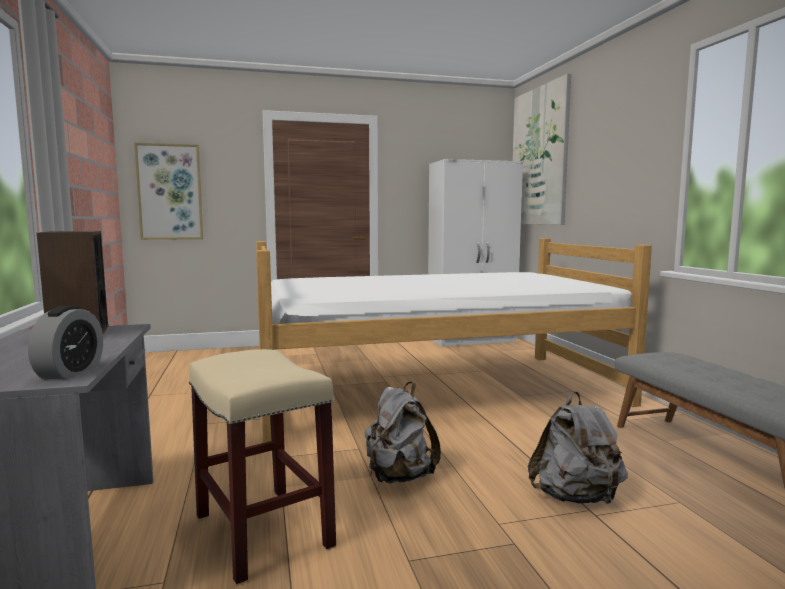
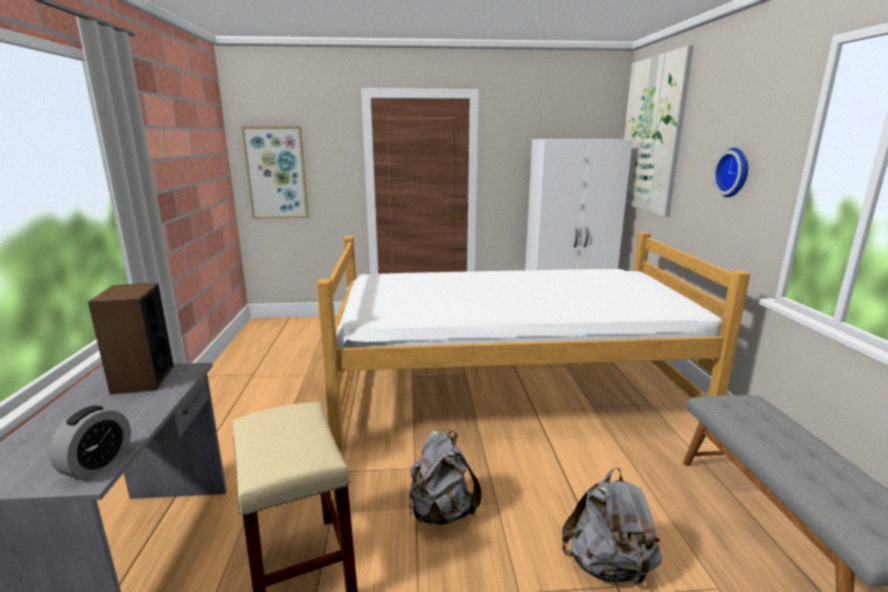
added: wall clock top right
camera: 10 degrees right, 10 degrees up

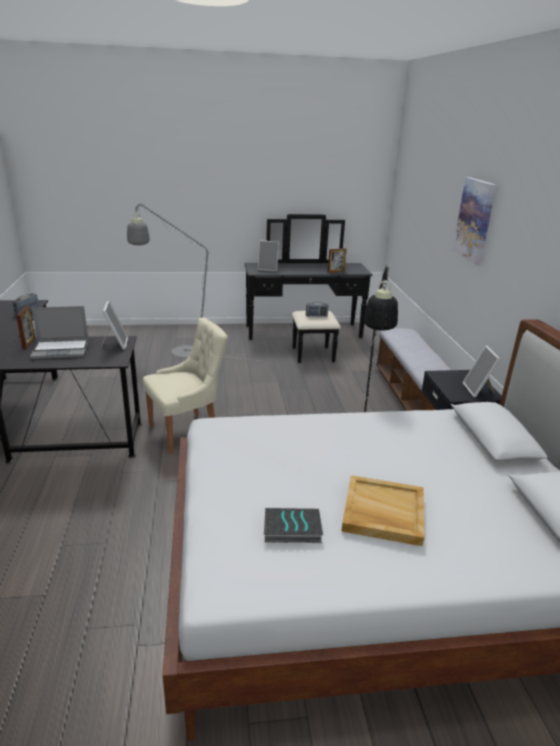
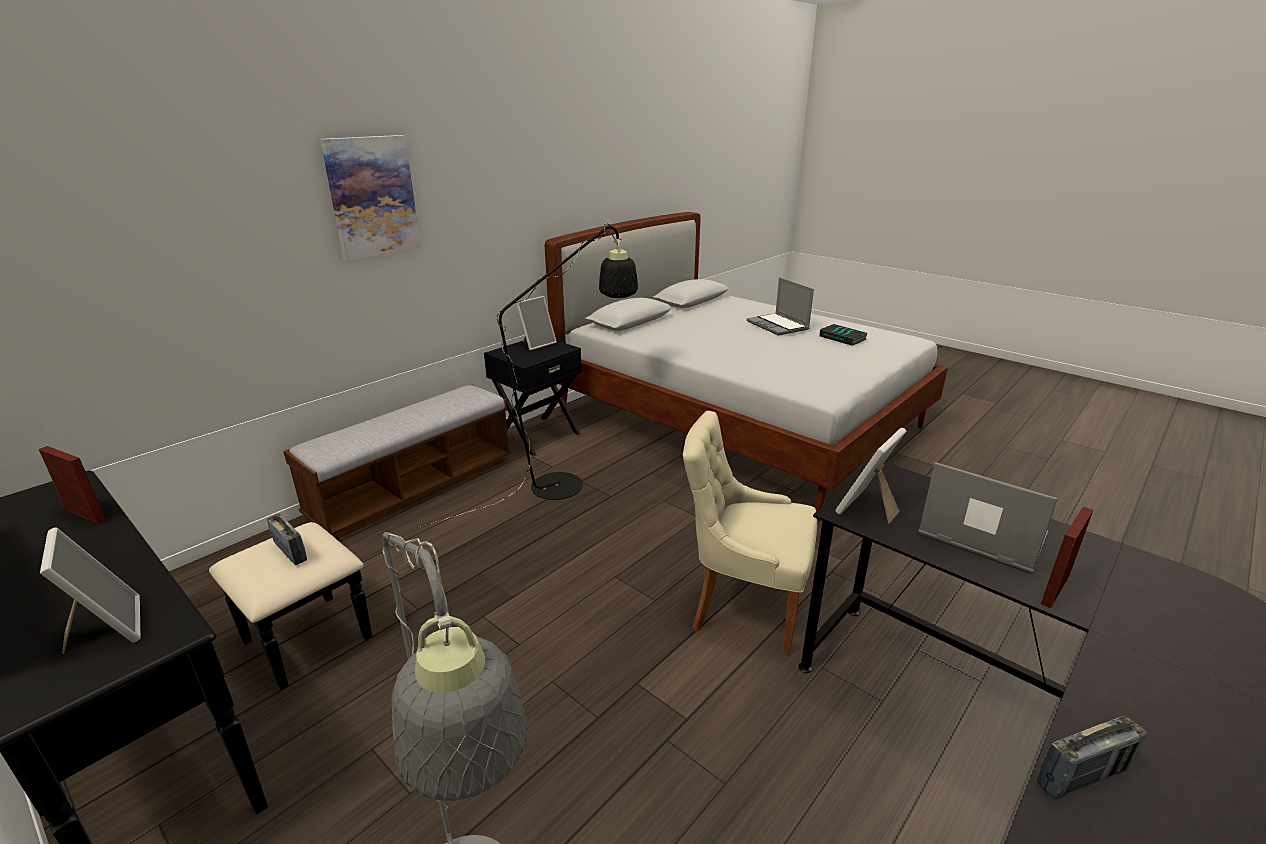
replaced: beige tray bottom right to laptop (1st from left) centre
camera: 130 degrees left, 0 degrees up

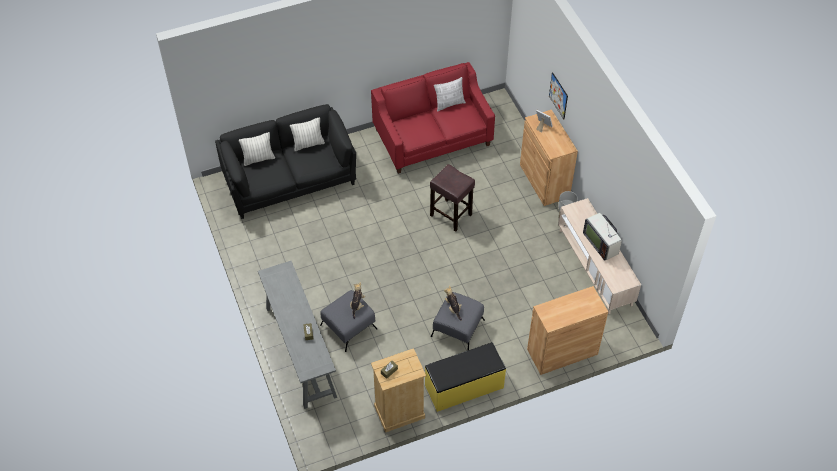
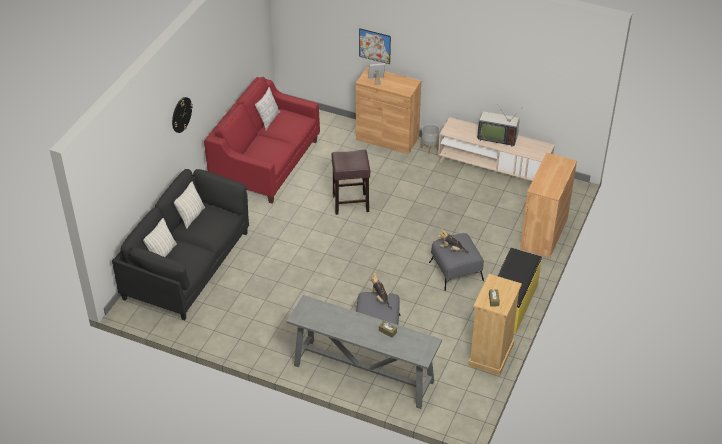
added: wall clock top left
camera: 45 degrees left, 10 degrees down

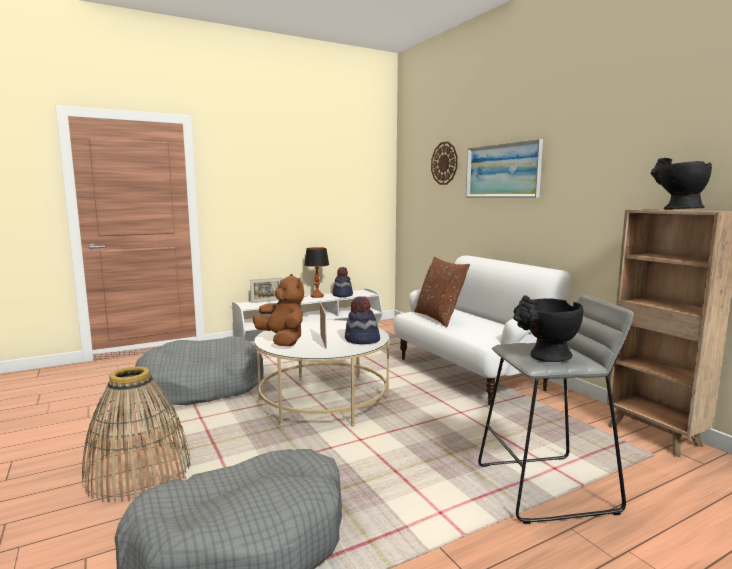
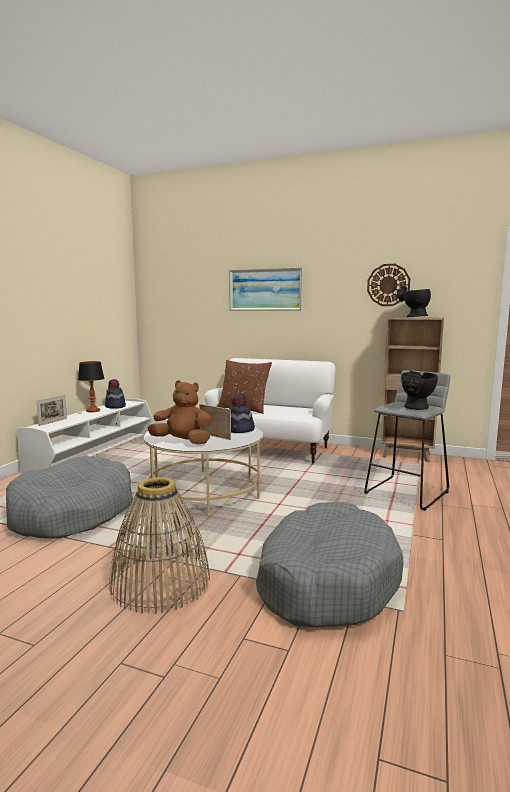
moved: wall clock top centre to middle right
camera: 40 degrees left, 0 degrees up

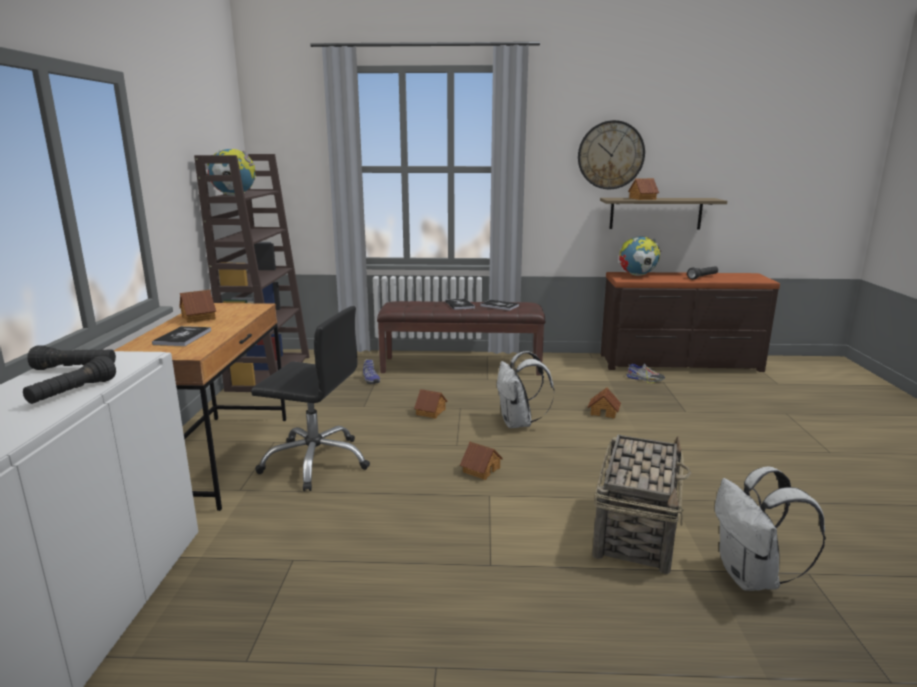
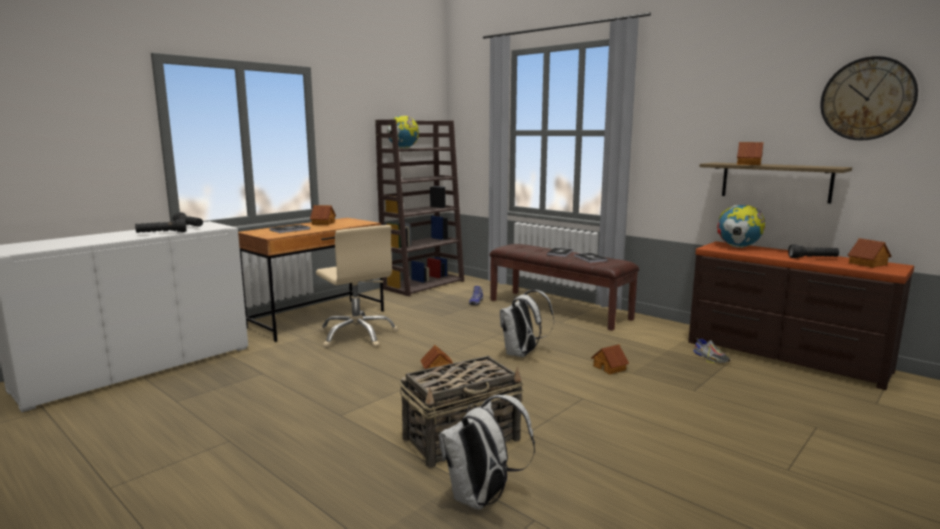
moved: toy house (2nd from left in the first image) centre to toy house (5th from left) middle right; wall clock top centre to top right
recoloured: black office chair centre to beige office chair centre
camera: 40 degrees right, 5 degrees down

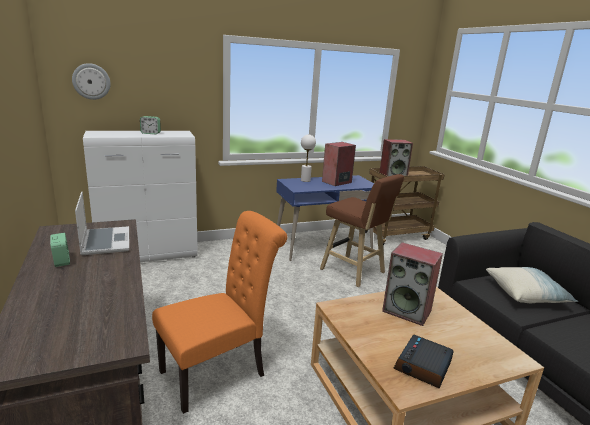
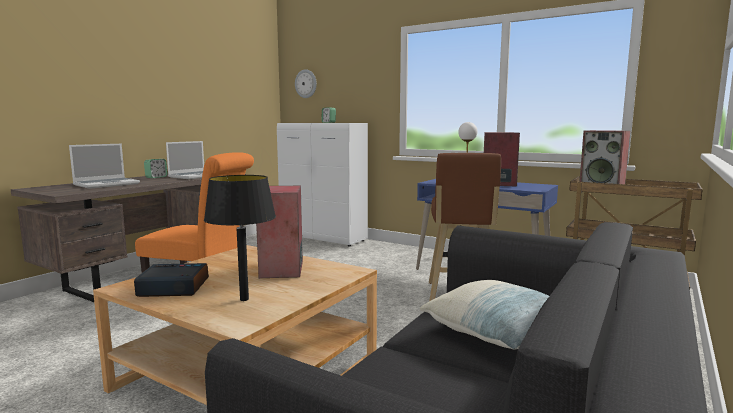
added: laptop (1st from left) middle left; black table lamp middle left
camera: 55 degrees right, 10 degrees down

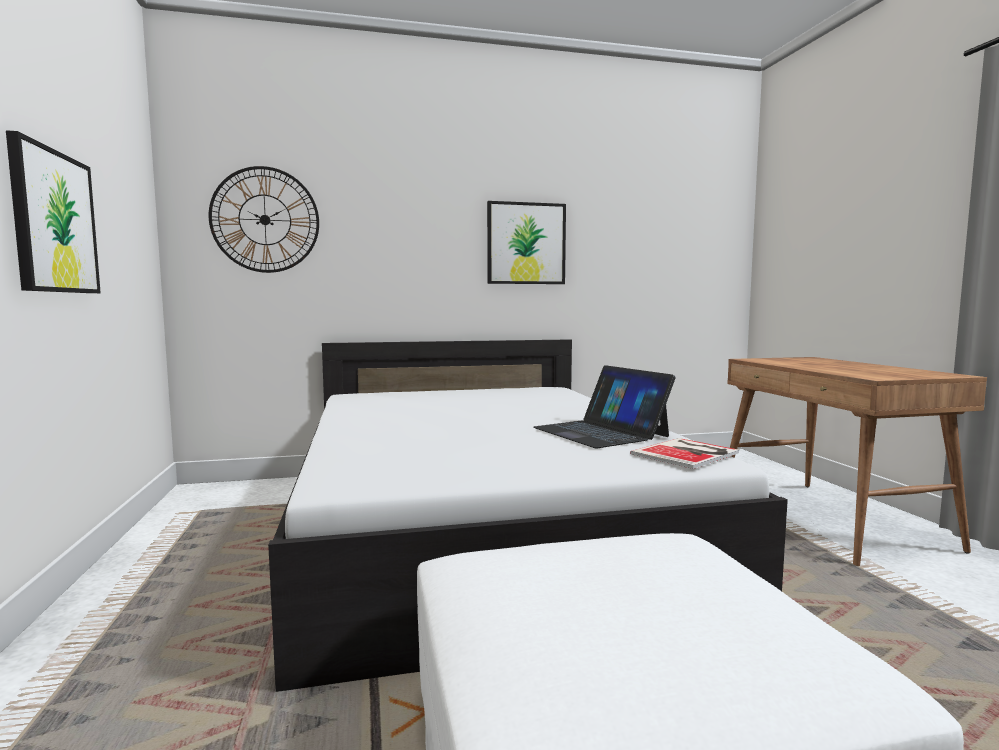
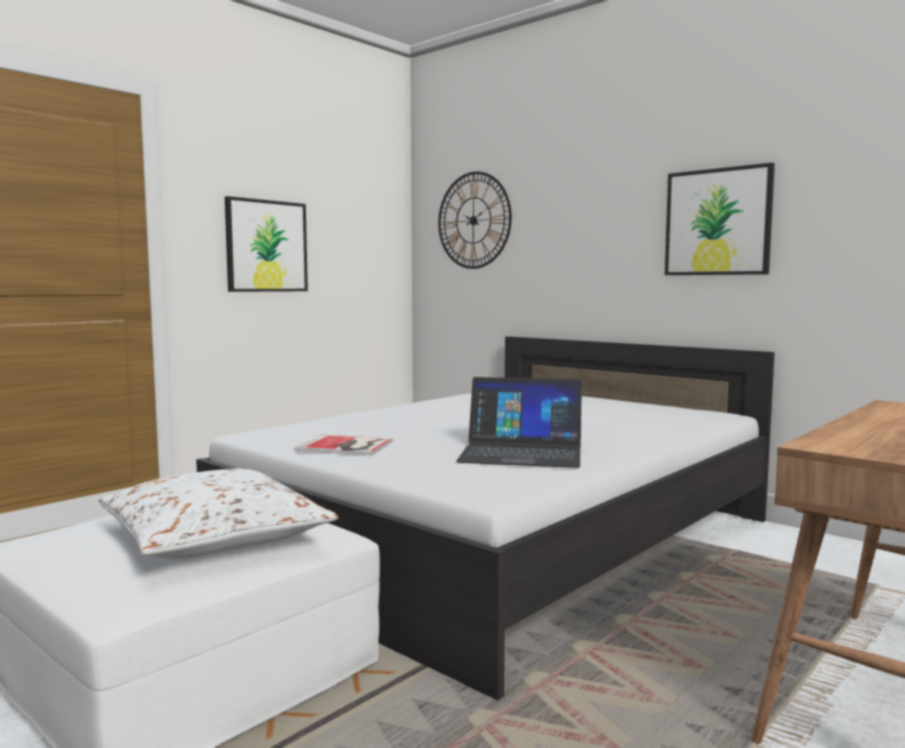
added: white pillow bottom left
moved: book middle right to centre
turned: laptop centre = centre 105 degrees counterclockwise
camera: 55 degrees right, 0 degrees up

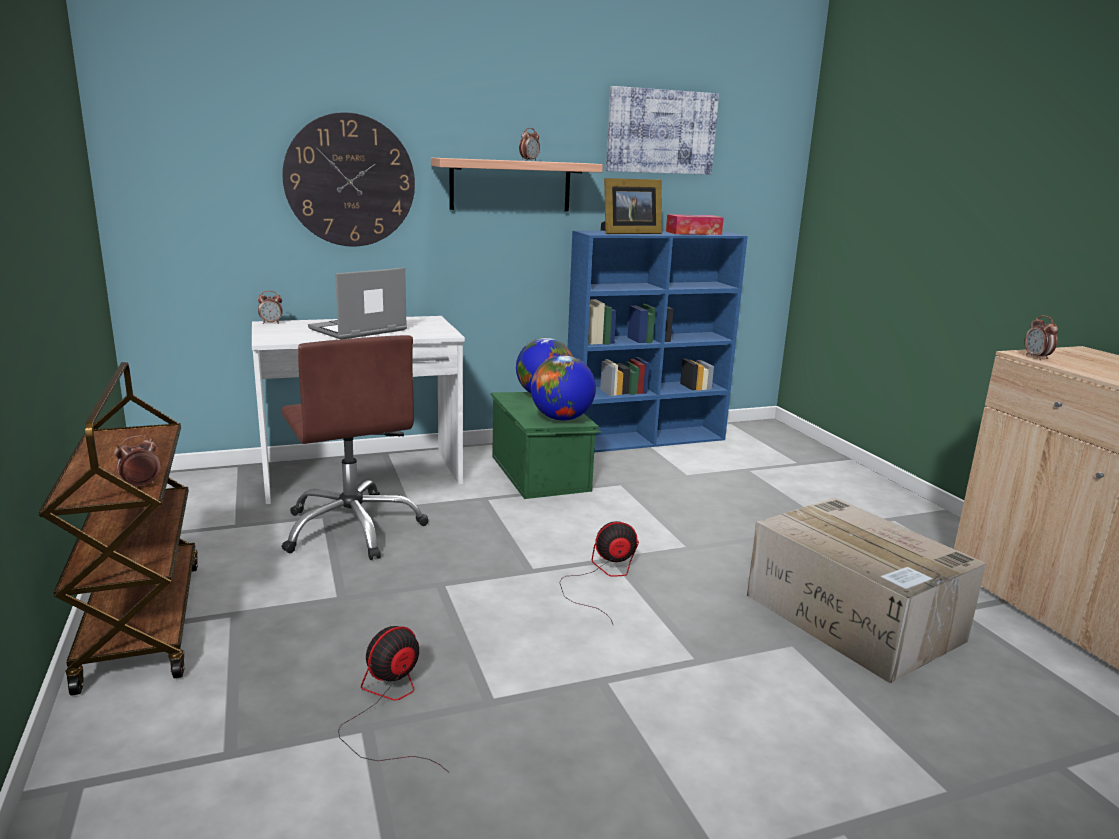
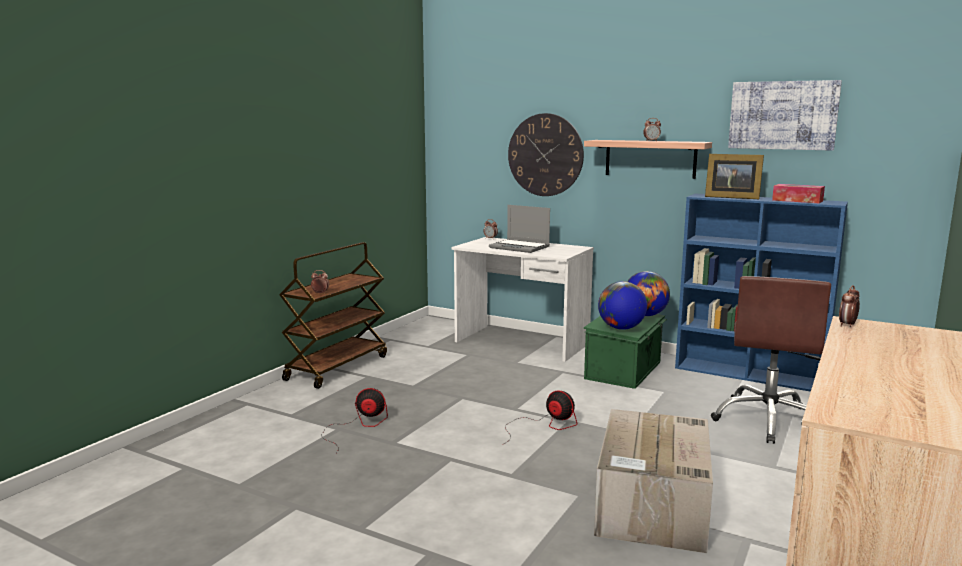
moved: brown office chair middle left to middle right
turned: laptop middle left = centre 150 degrees counterclockwise
camera: 50 degrees right, 5 degrees down

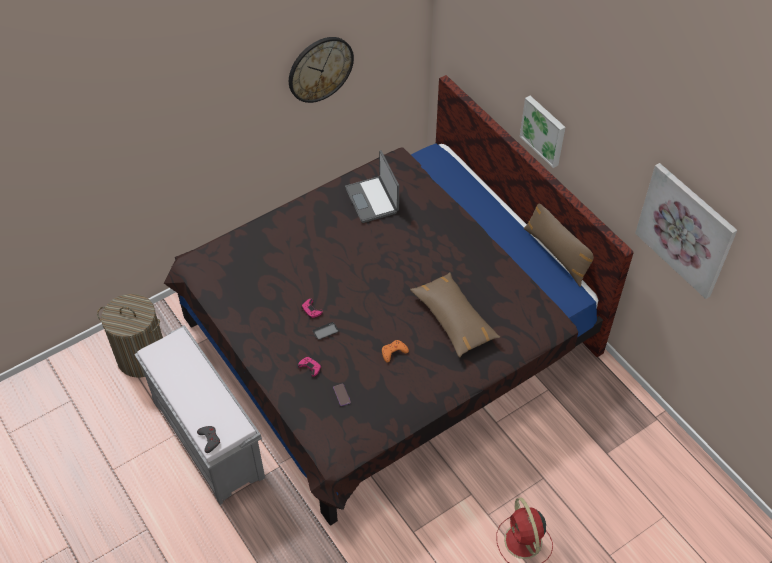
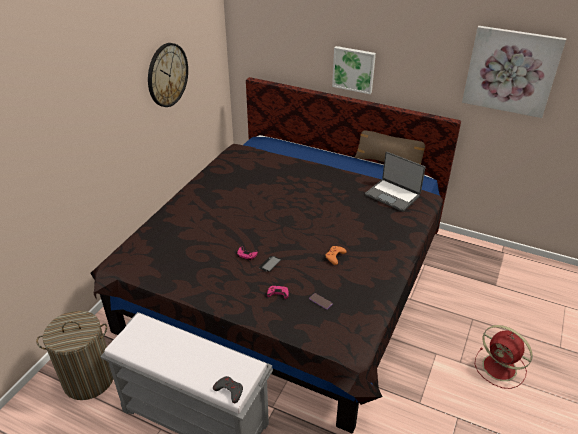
removed: brown pillow (1st from left) centre
moved: laptop top centre to middle right
camera: 30 degrees left, 15 degrees down

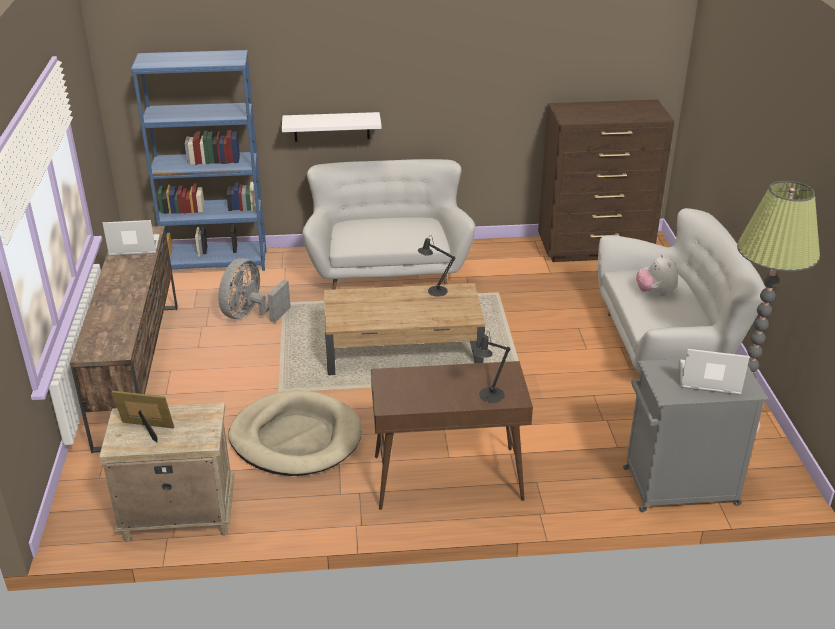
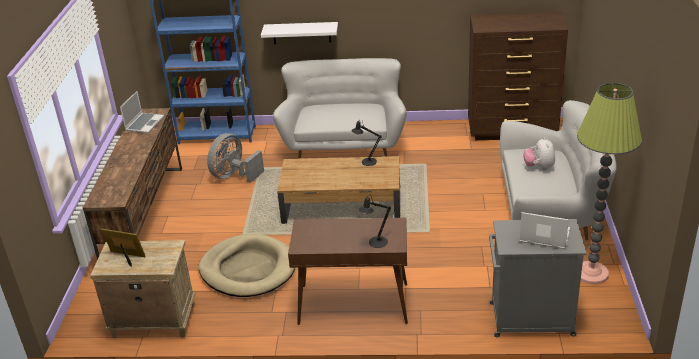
turned: laptop (1st from left) middle left = top left 105 degrees clockwise
camera: 10 degrees right, 0 degrees up

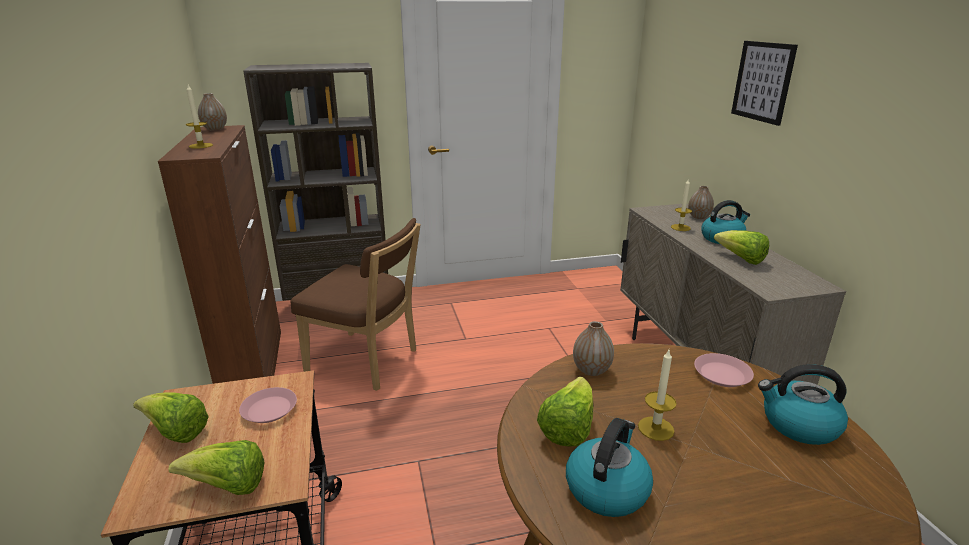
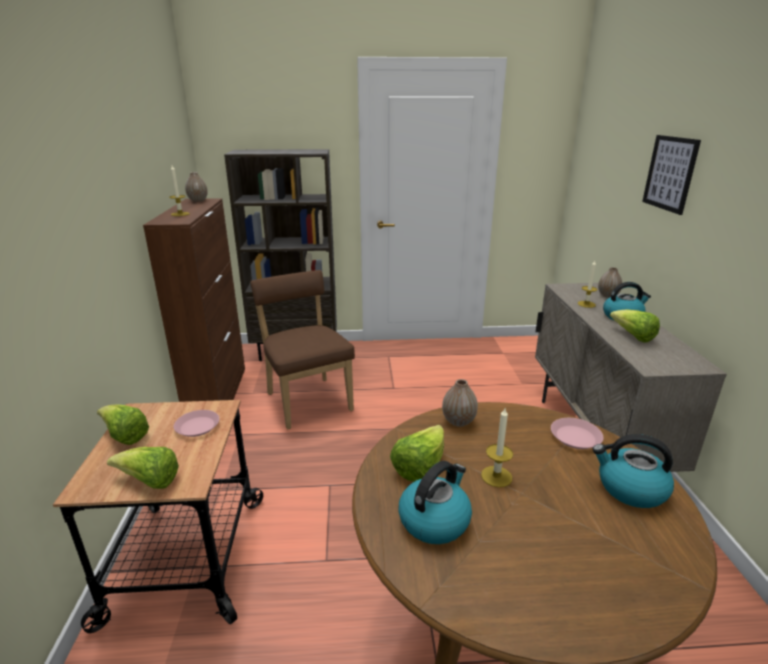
turned: brown chair centre = centre 150 degrees counterclockwise
camera: 10 degrees right, 0 degrees up

